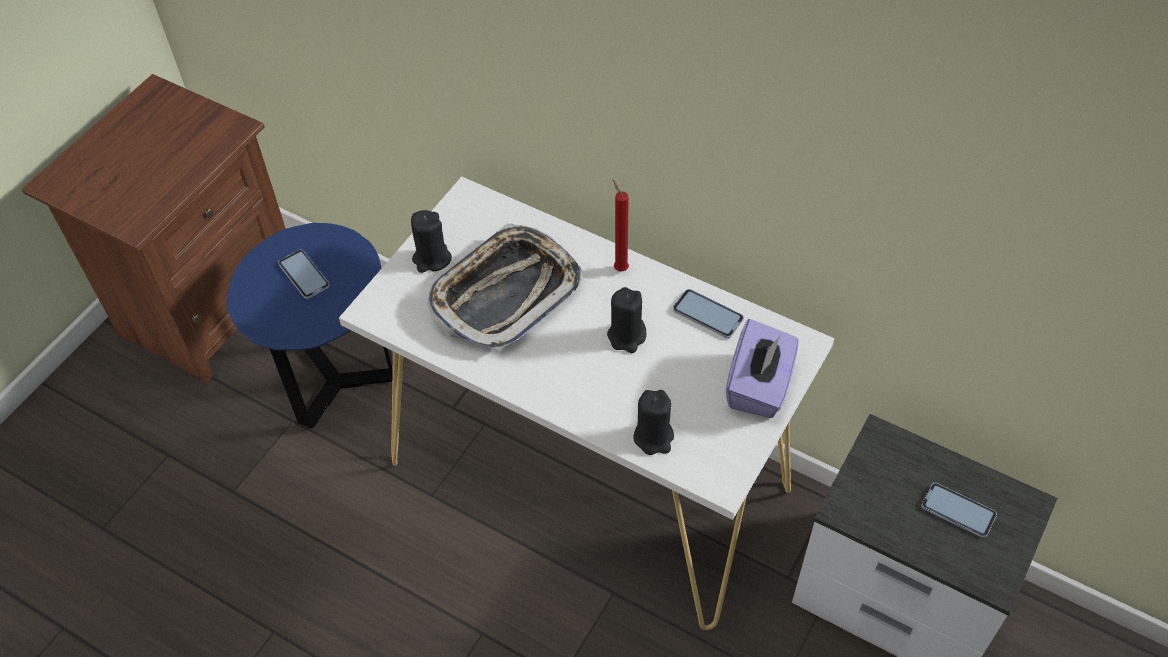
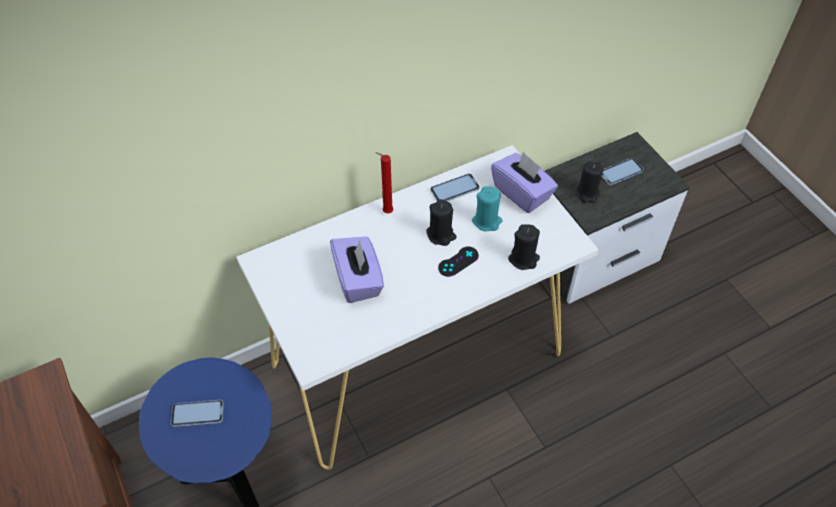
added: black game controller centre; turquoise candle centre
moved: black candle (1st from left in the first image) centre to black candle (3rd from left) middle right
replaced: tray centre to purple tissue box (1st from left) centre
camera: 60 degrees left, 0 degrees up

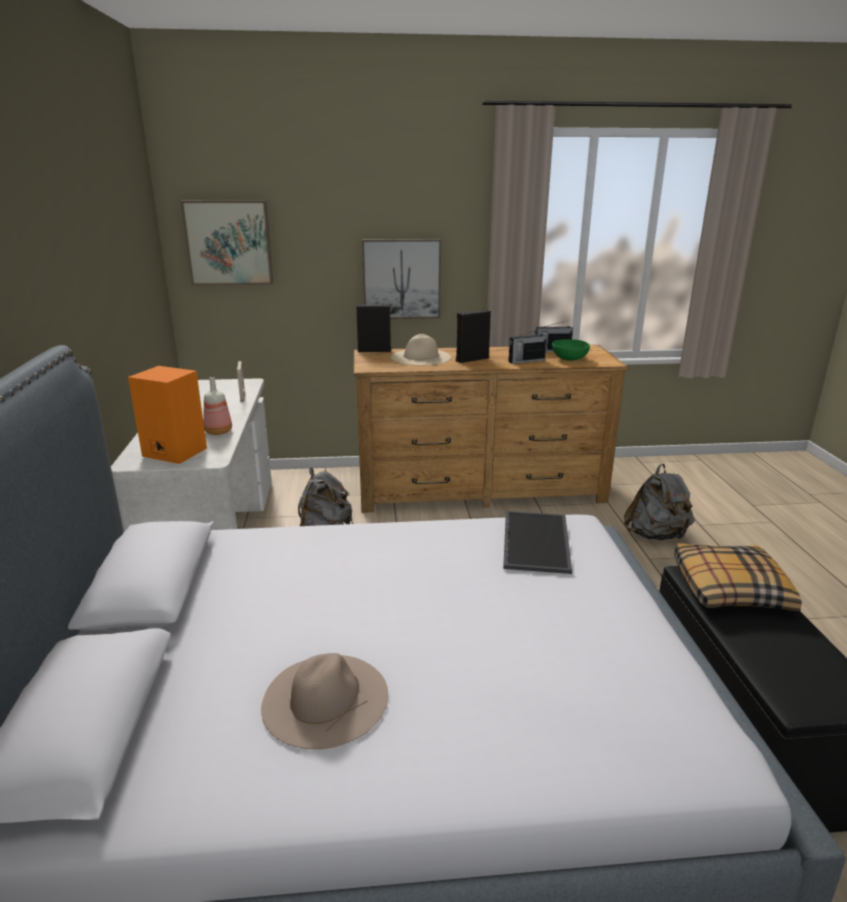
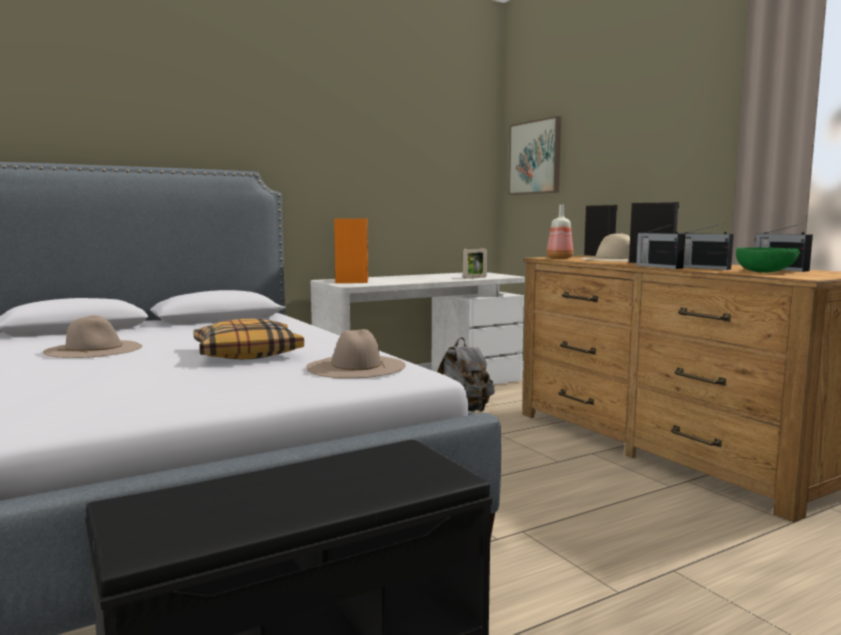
removed: picture (2nd from left) top centre; grey backpack (2nd from left) middle right
added: radio (1st from left) middle right
moved: bottle middle left to centre; pillow middle right to middle left
replaced: tray centre to beige hat (2nd from left) centre
camera: 65 degrees right, 15 degrees down

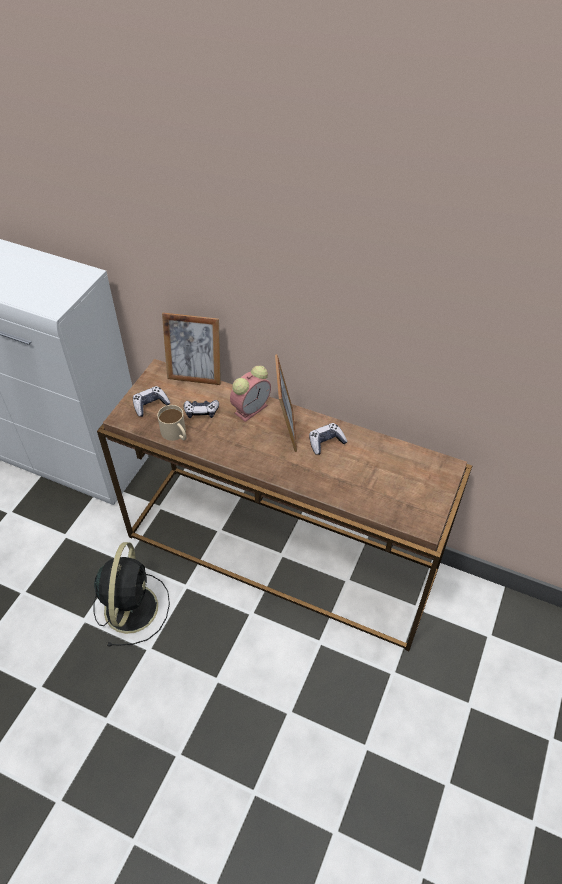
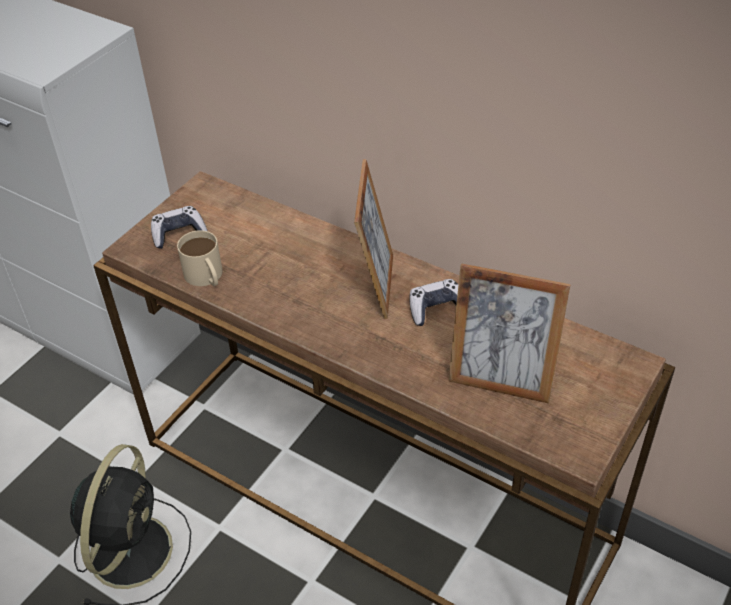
removed: game controller (2nd from left) centre; alarm clock centre
moved: picture frame (1st from left in the first image) centre to picture frame (2nd from left) middle right
camera: 10 degrees right, 5 degrees down

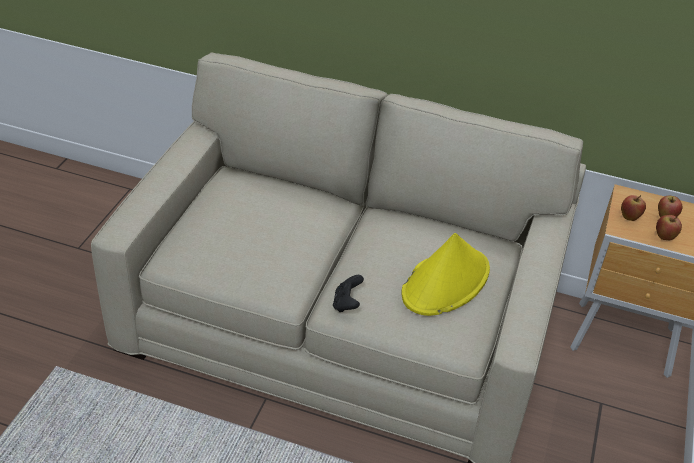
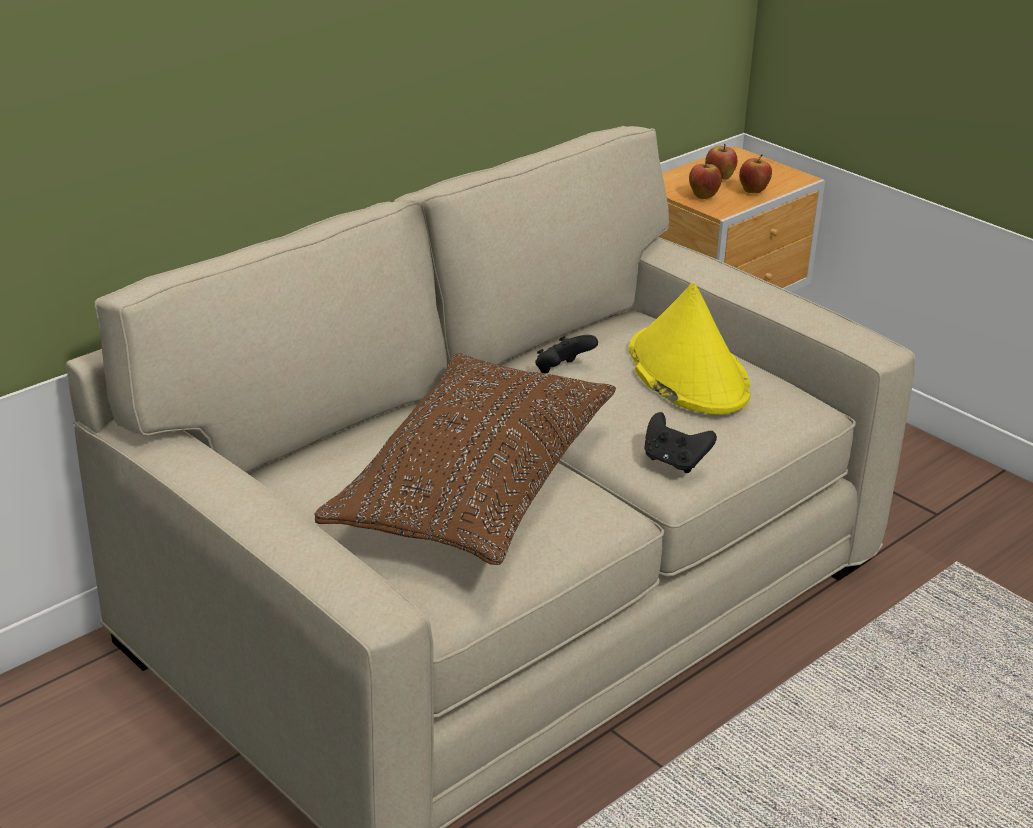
added: brown pillow centre; black game controller (1st from left) centre
camera: 60 degrees left, 10 degrees down

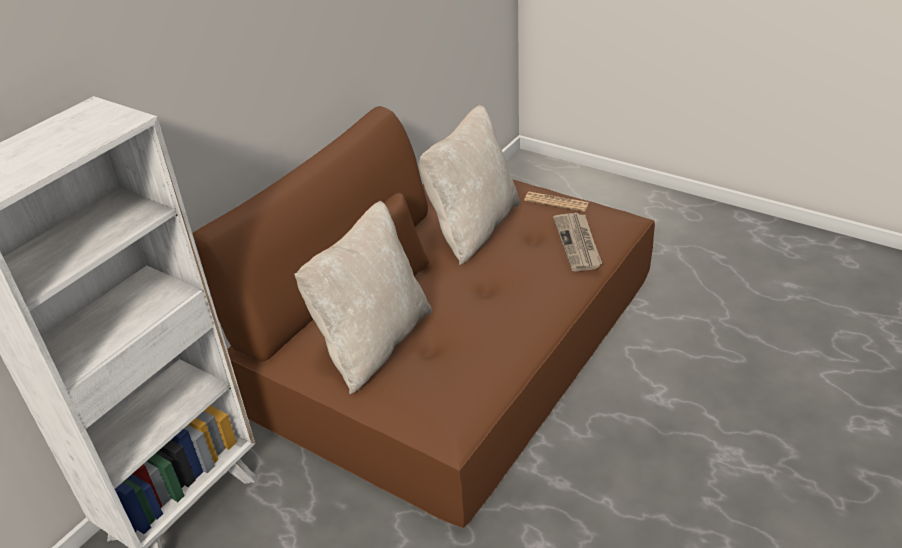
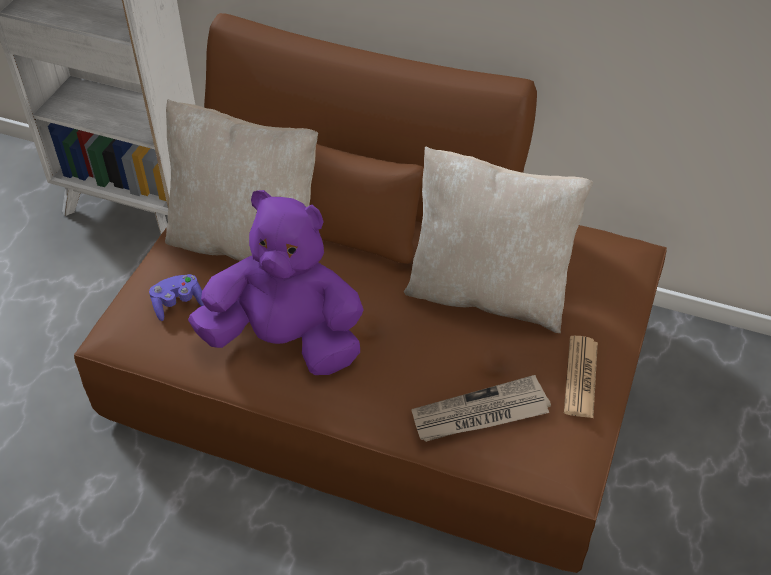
added: purple game controller middle left; purple plush toy centre
camera: 75 degrees right, 10 degrees up

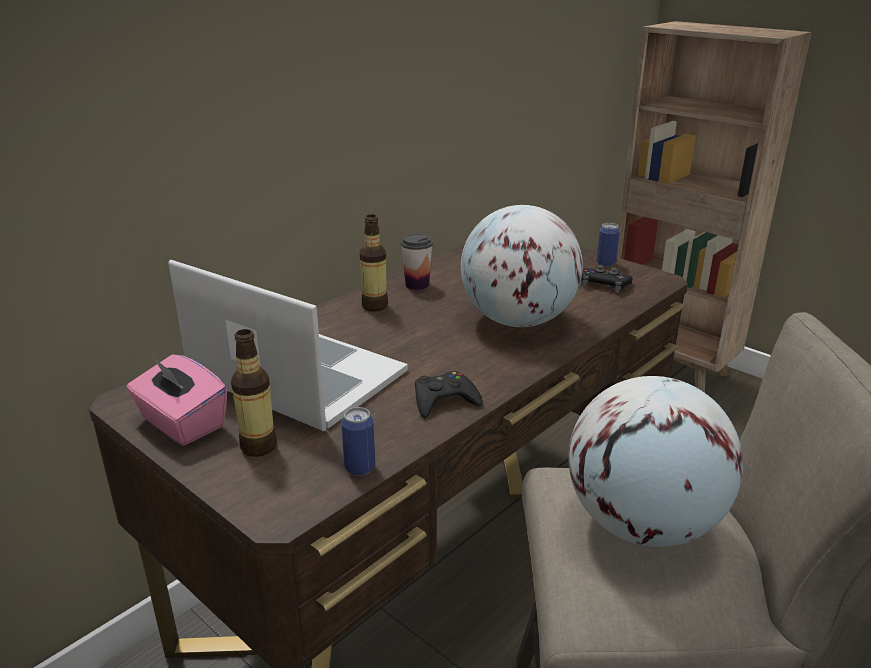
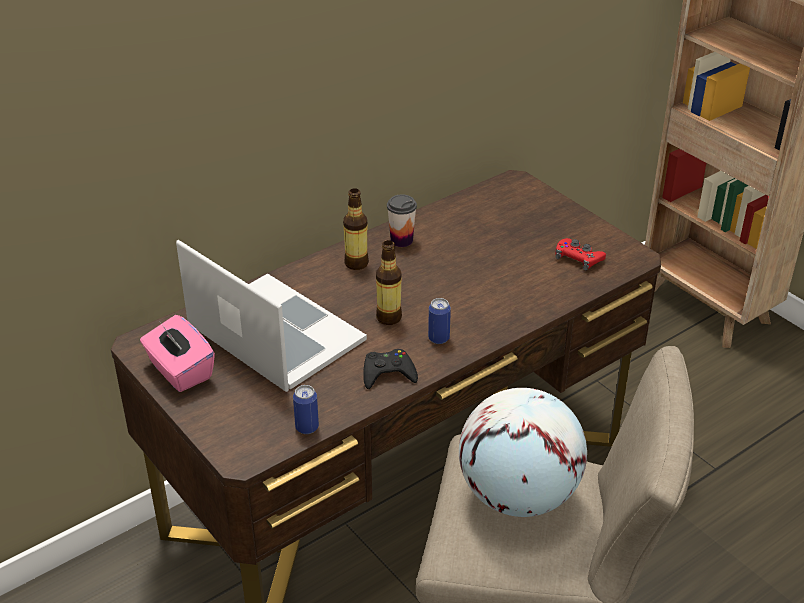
removed: globe (1st from left) centre
moved: bottle (1st from left in the first image) middle left to bottle (2nd from left) centre; can (2nd from left) middle right to centre
recoloured: black game controller (2nd from left) middle right to red game controller middle right
camera: 10 degrees right, 10 degrees up

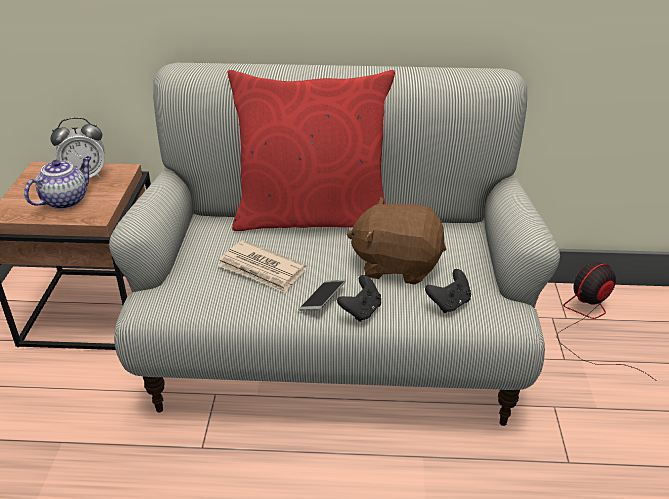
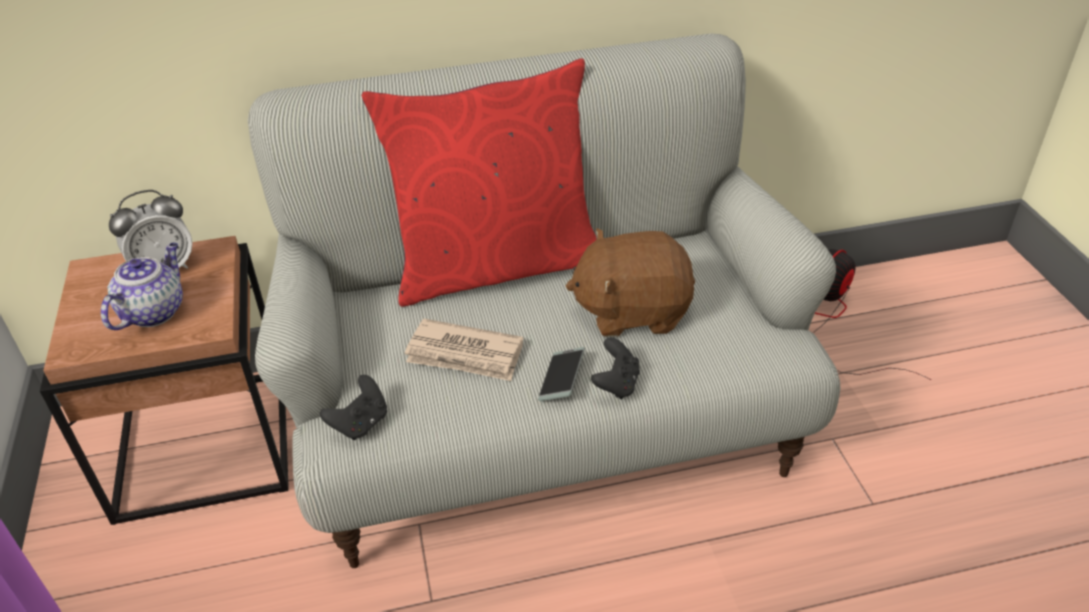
moved: black game controller (2nd from left in the first image) middle right to black game controller (1st from left) middle left
camera: 15 degrees left, 5 degrees up

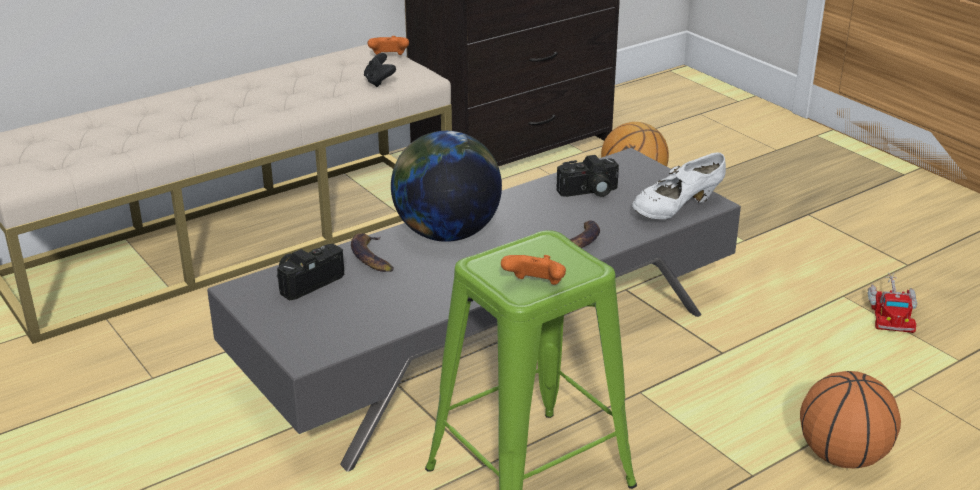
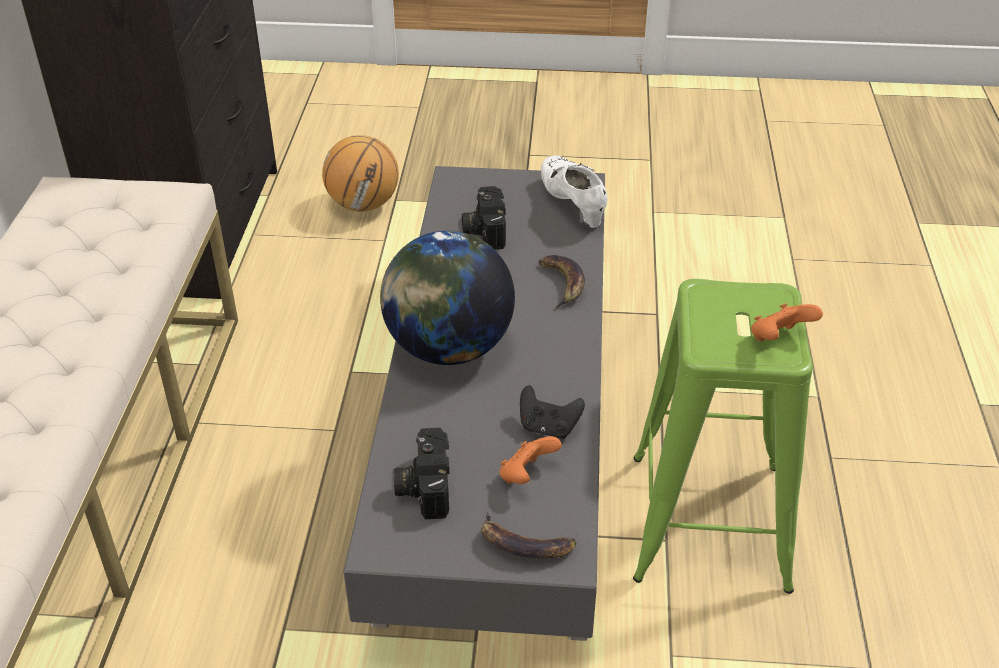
removed: basketball (2nd from left) bottom right; toy truck middle right
moved: banana (1st from left) centre to bottom centre; black game controller top centre to centre; orange game controller (1st from left) top centre to bottom centre
turned: photo camera (2nd from left) centre = top centre 150 degrees clockwise; white shoe middle right = top centre 150 degrees clockwise
camera: 50 degrees left, 10 degrees up

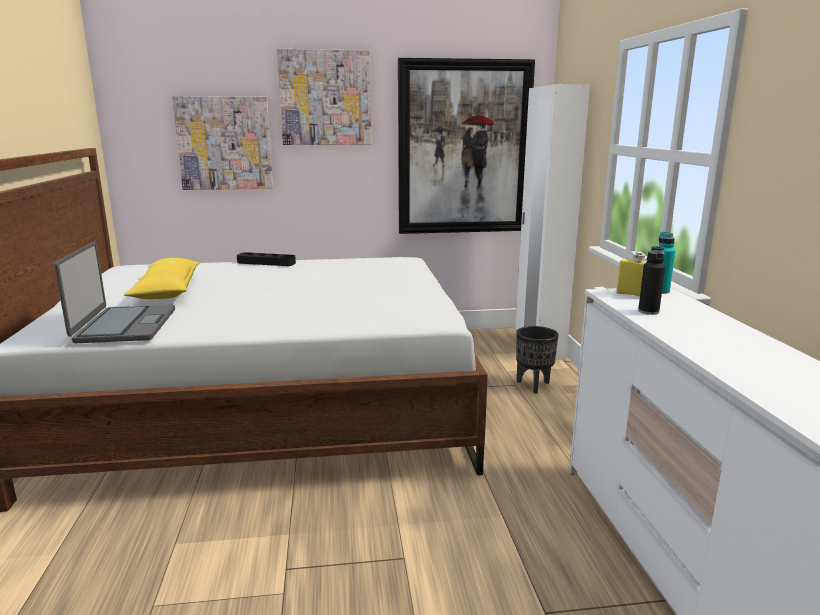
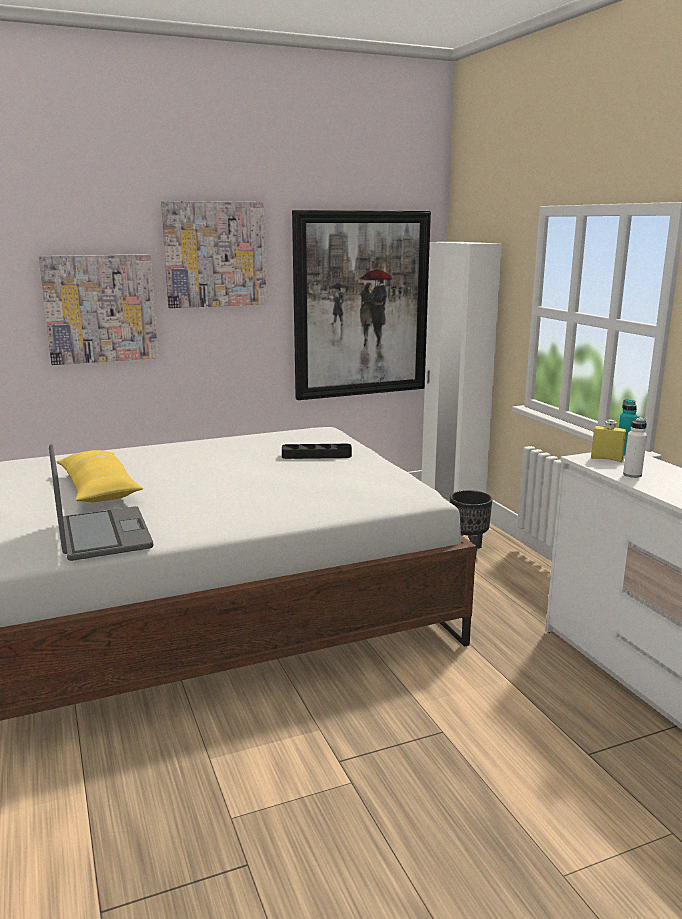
moved: black tray middle left to centre
recoloured: black bottle middle right to white bottle middle right
camera: 15 degrees left, 0 degrees up

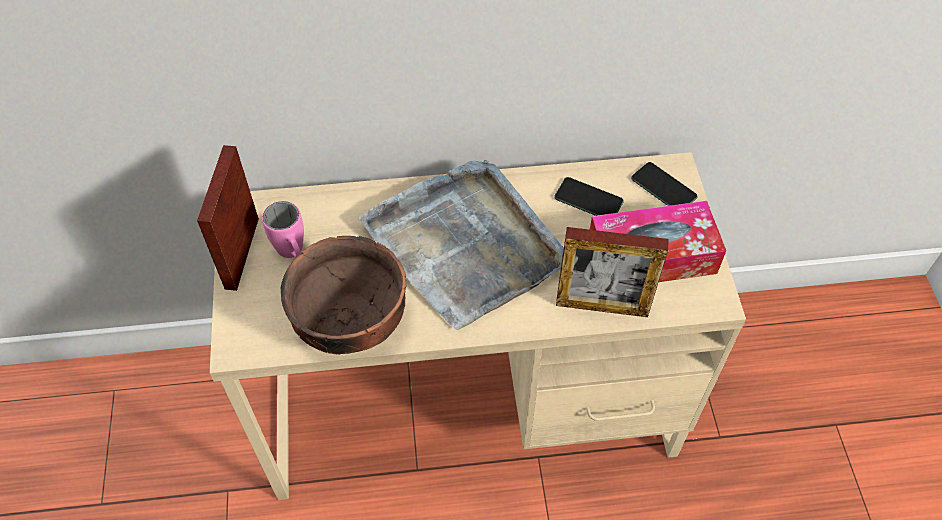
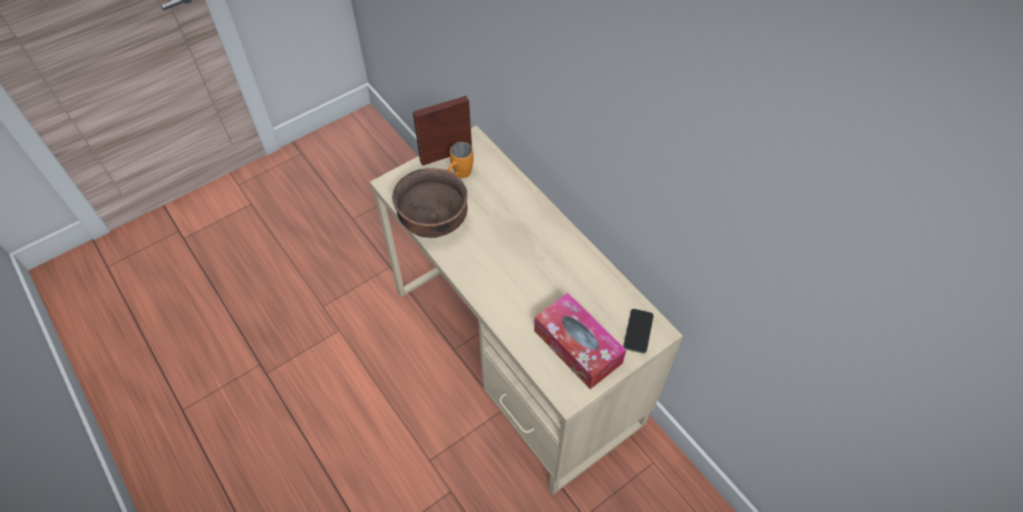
removed: grey tray centre; phone (1st from left) centre; picture frame (2nd from left) centre
recoloured: pink mug middle left to orange mug top centre
camera: 60 degrees right, 0 degrees up

